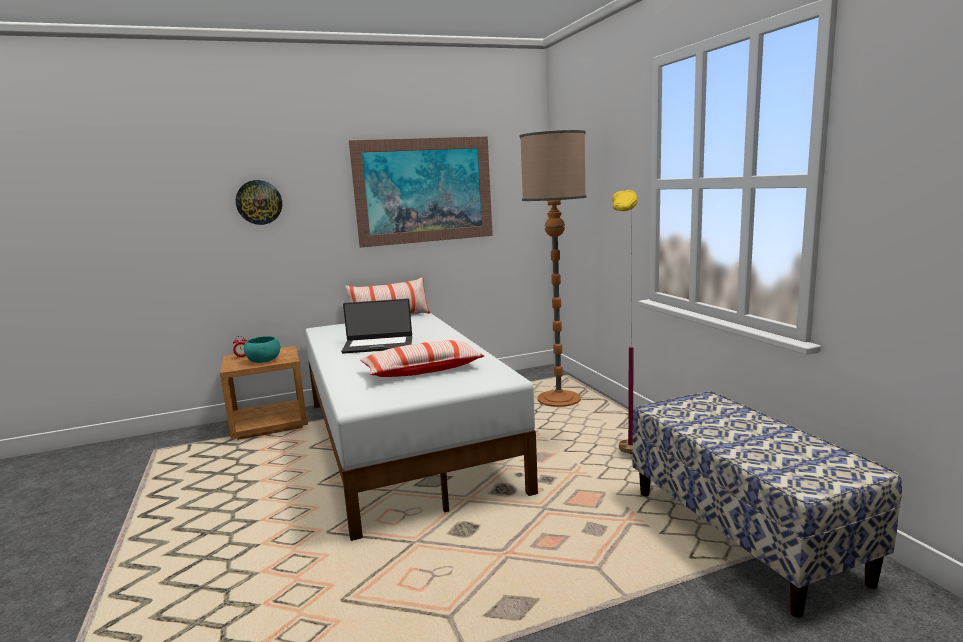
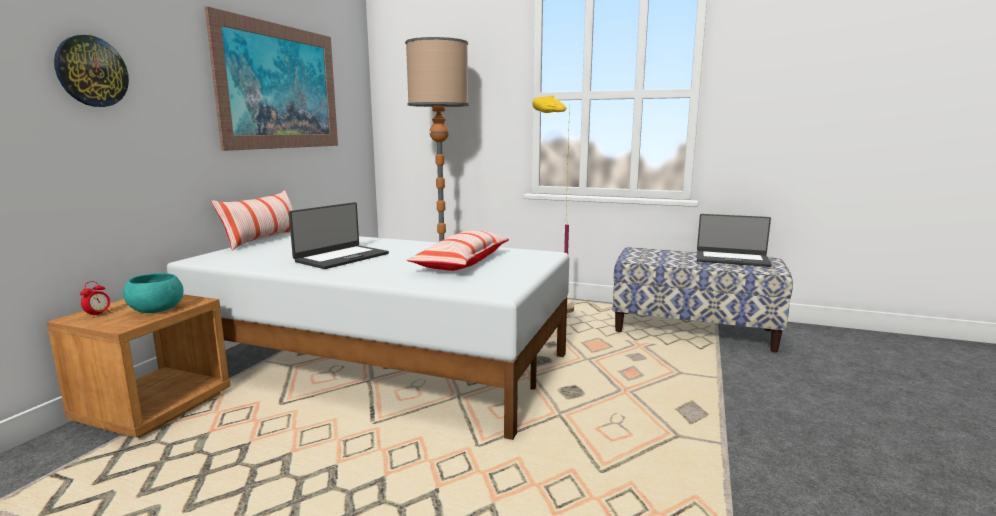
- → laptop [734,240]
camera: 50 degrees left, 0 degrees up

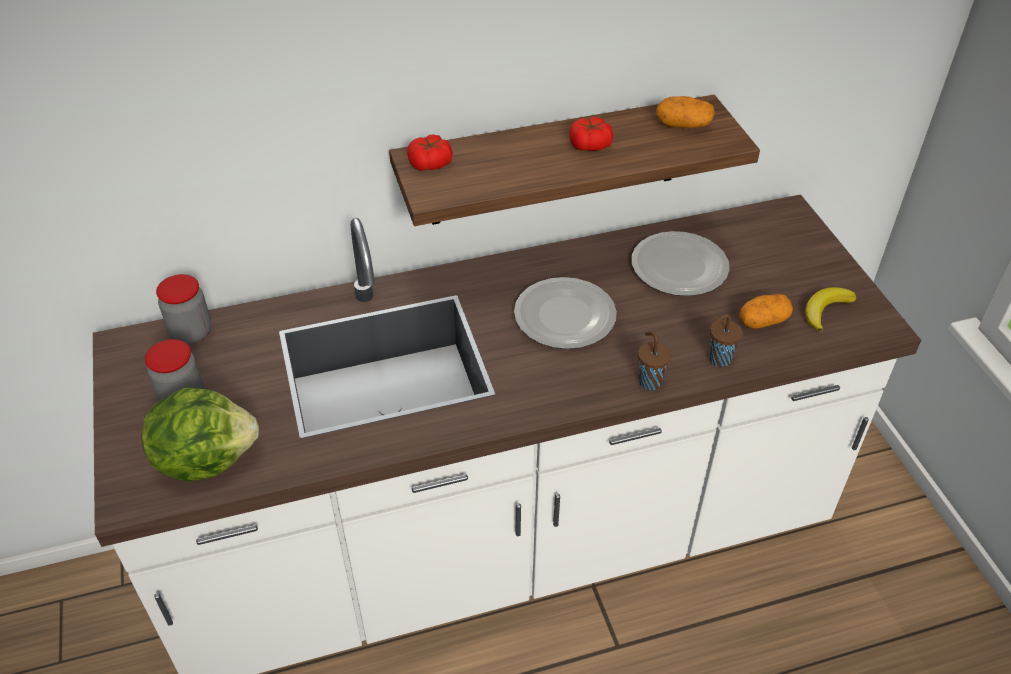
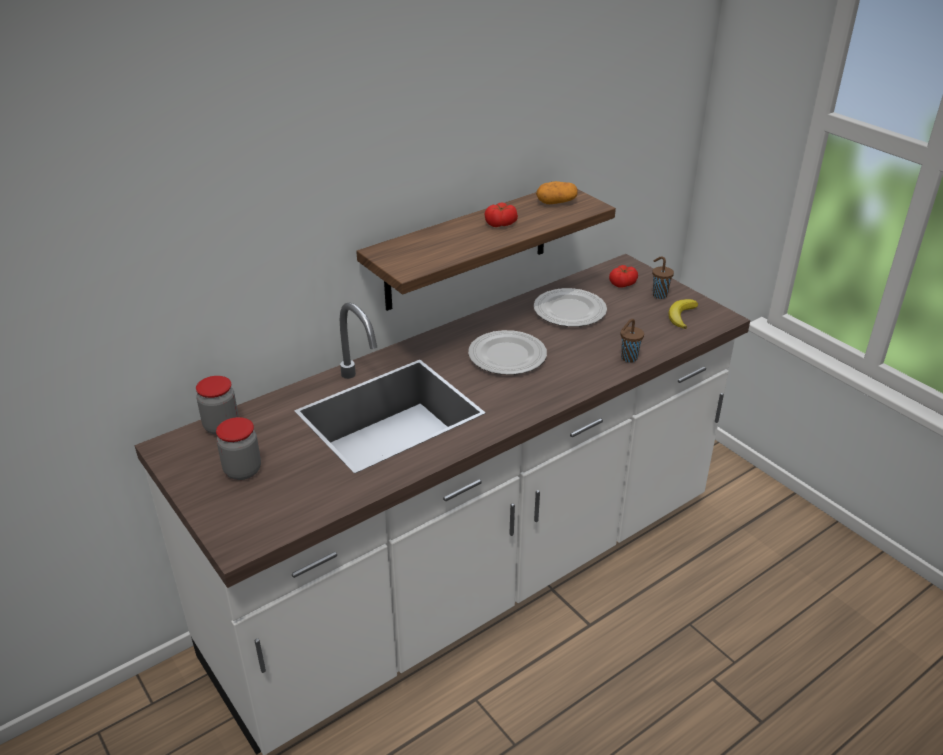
tomato [430,152] → tomato [623,276], moved
cup in brown [654,361] → cup in brown [663,277], moved
lettuce [200,434] → -
potato [766,311] → -
camera: 20 degrees left, 10 degrees down

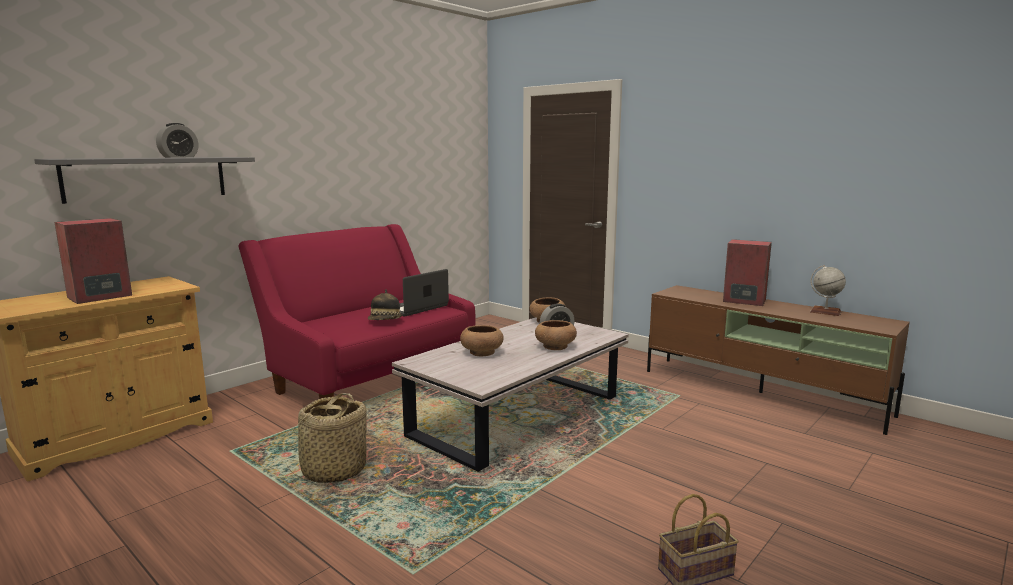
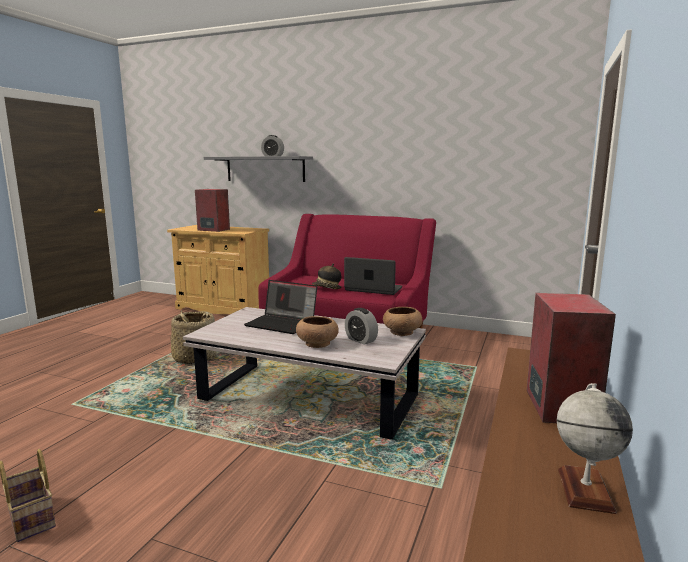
bowl in brown [482,340] → laptop [280,307]
camera: 70 degrees right, 0 degrees up

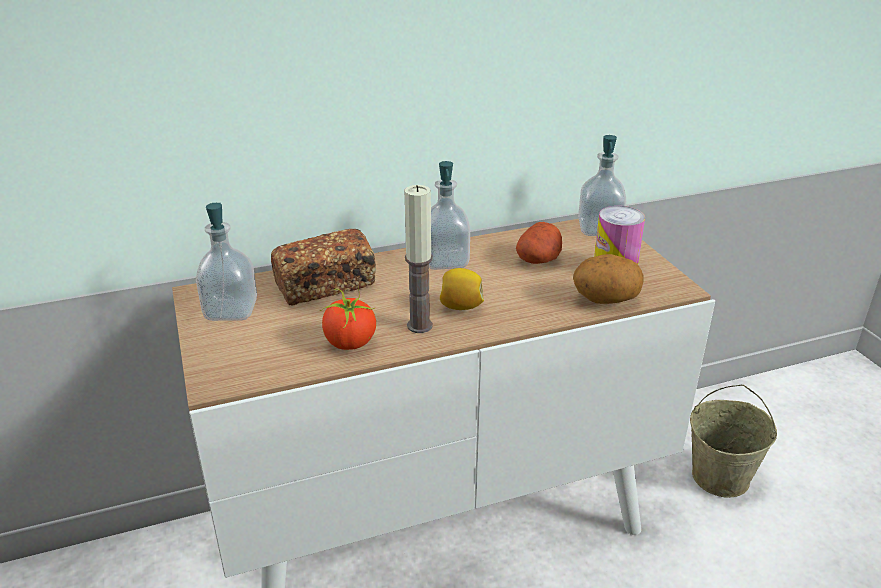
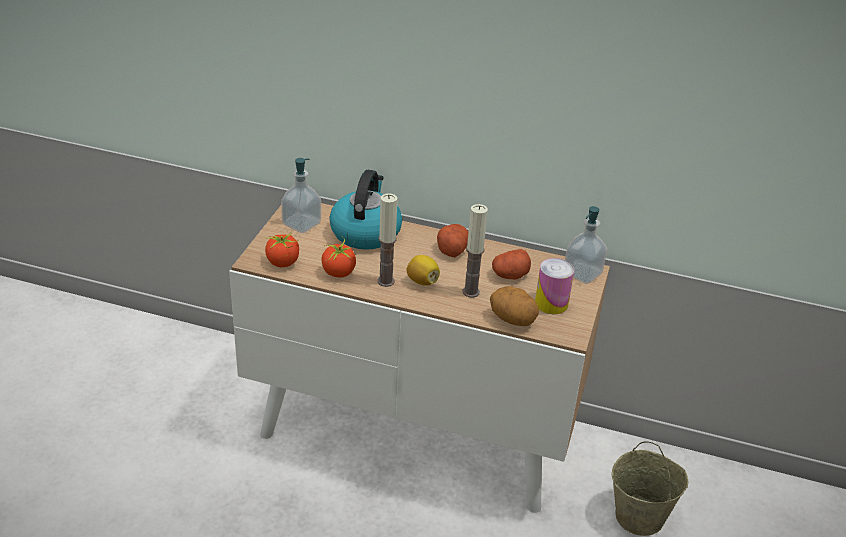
- → tomato [283,249]
bread [323,267] → kettle [365,210]
soap dispenser [449,215] → potato [453,240]
- → candle [475,251]
camera: 35 degrees right, 5 degrees up

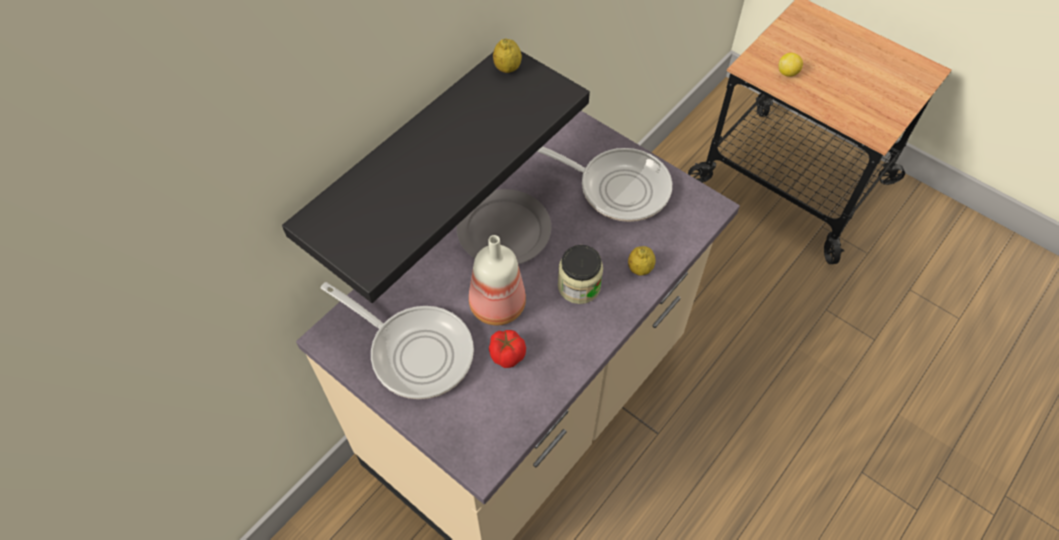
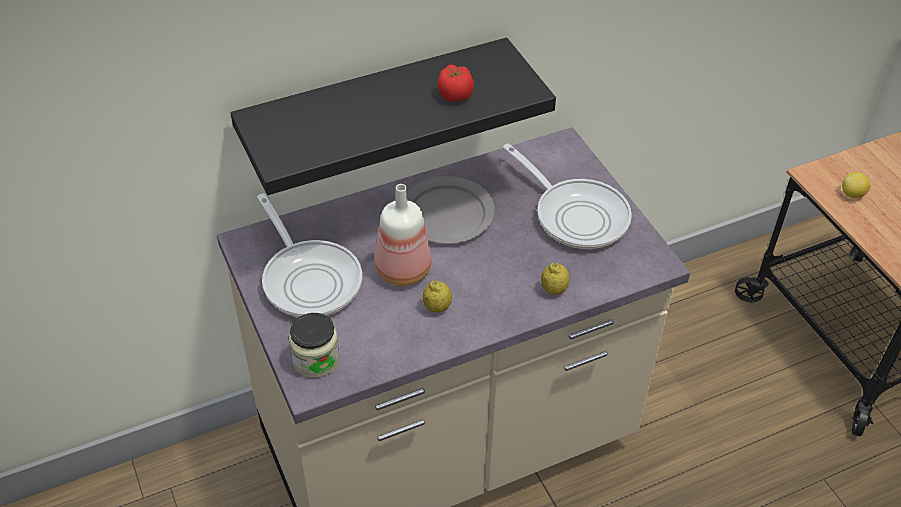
jar [580,274] → jar [314,345], moved
lemon [507,55] → lemon [437,296], moved
tomato [507,349] → tomato [456,83], moved
camera: 25 degrees right, 10 degrees down

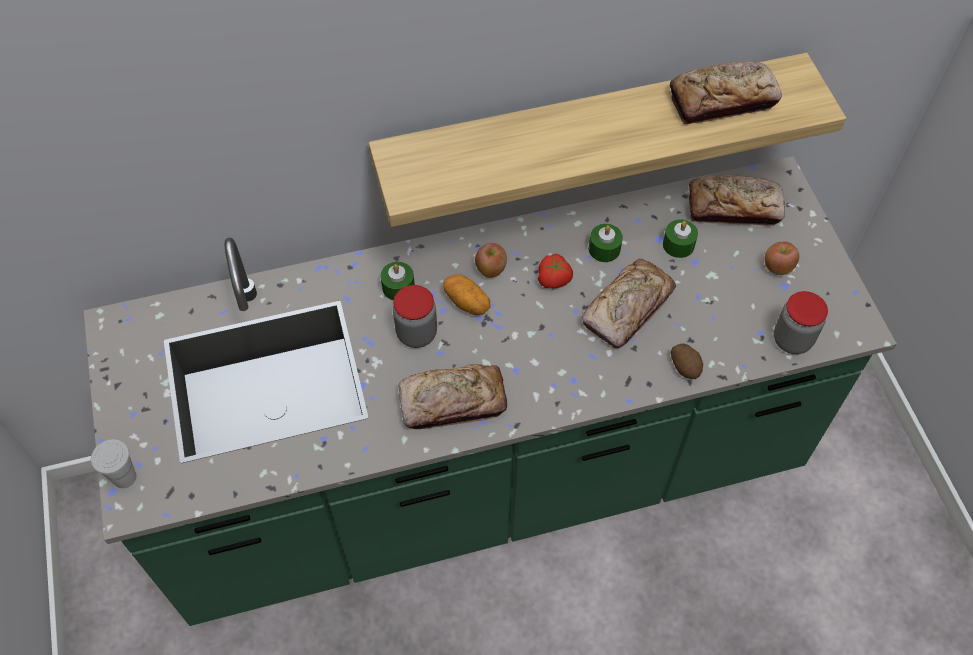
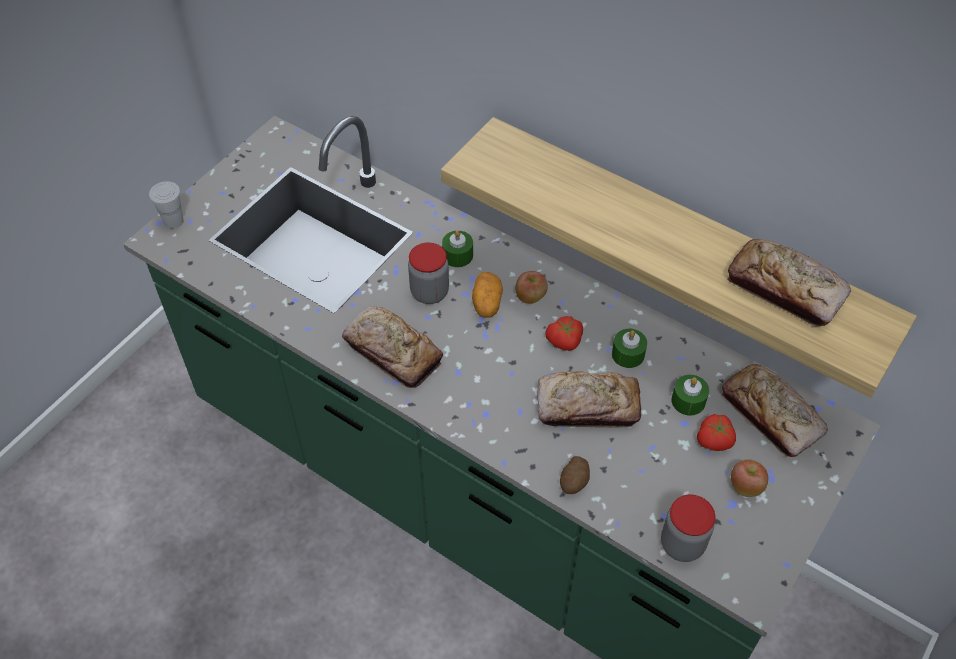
- → tomato [716,432]
camera: 50 degrees right, 5 degrees down

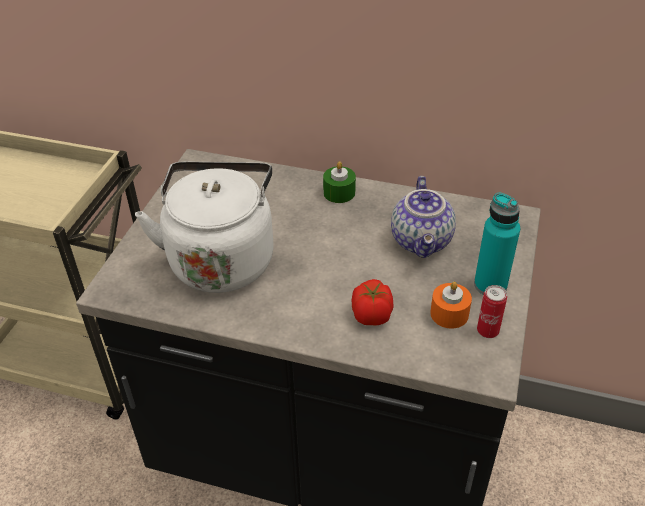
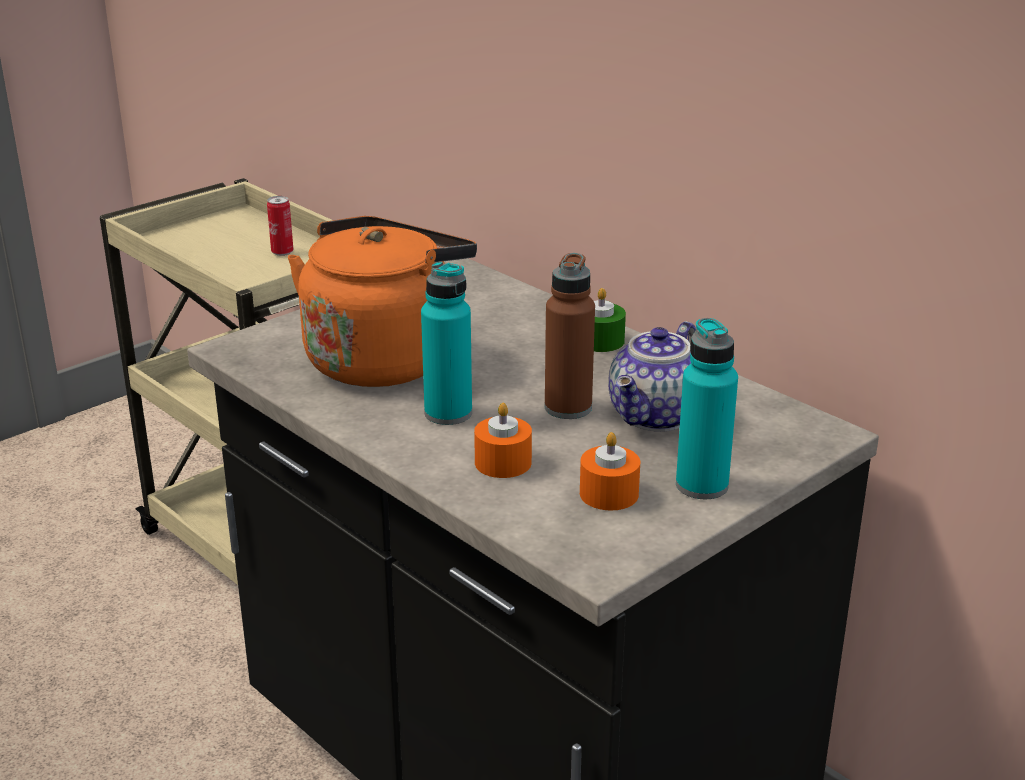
can [492,311] → can [280,226], moved
kettle in white [204,227] → kettle in orange [382,301]
- → bottle in turquoise [446,343]
tomato [373,302] → candle in orange [503,440]
- → bottle in brown [570,336]
camera: 30 degrees right, 15 degrees down

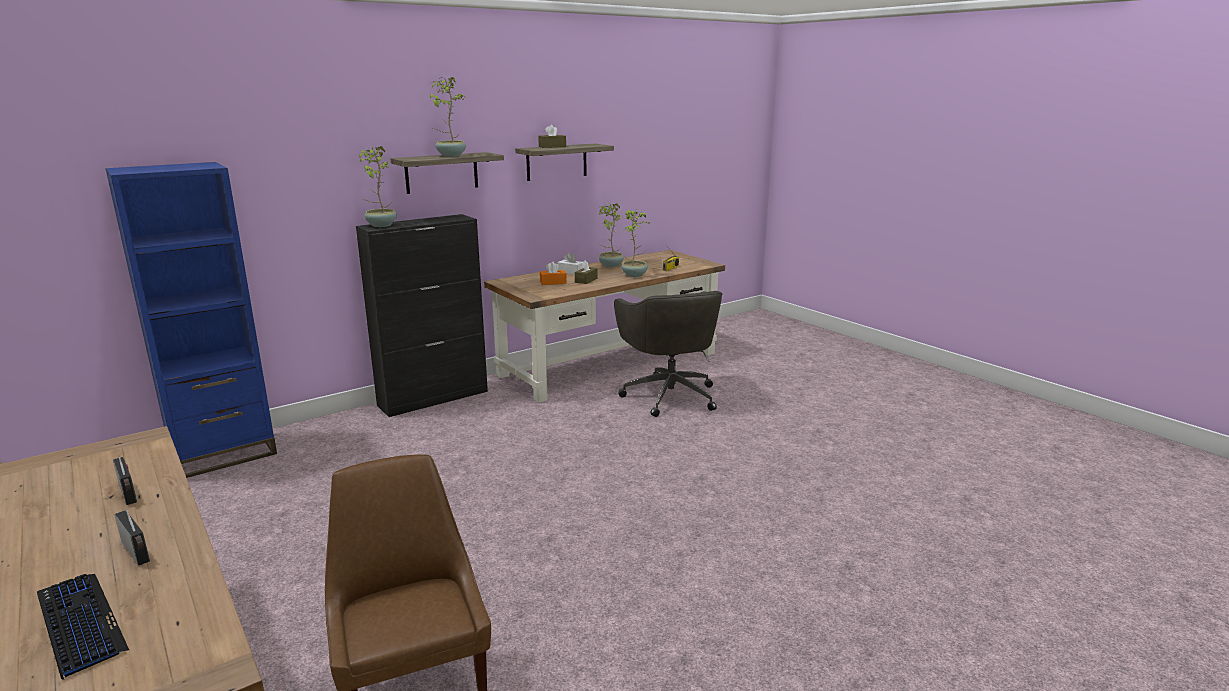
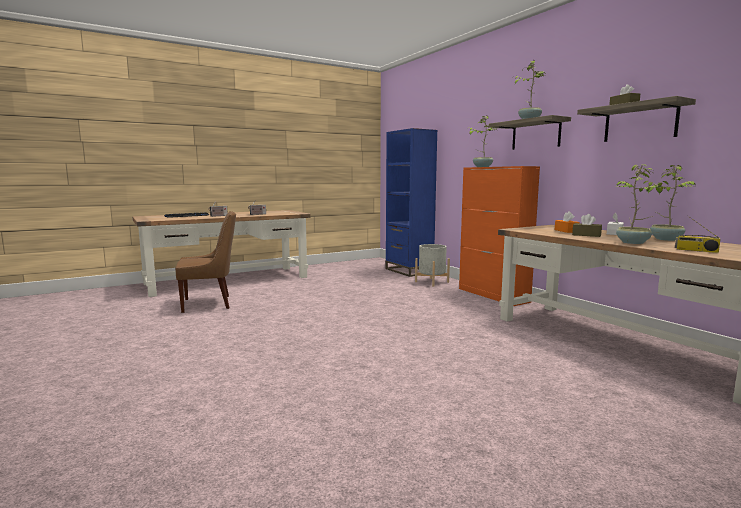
- → planter in grey [432,265]
cabinet in black [422,315] → cabinet in orange [499,236]
office chair in grey [668,354] → -
camera: 95 degrees right, 10 degrees down

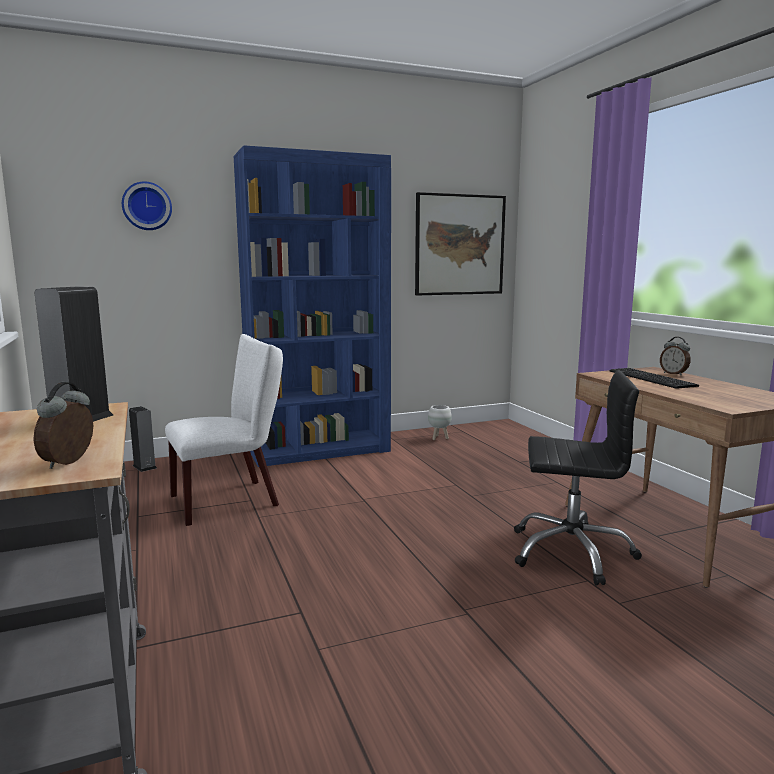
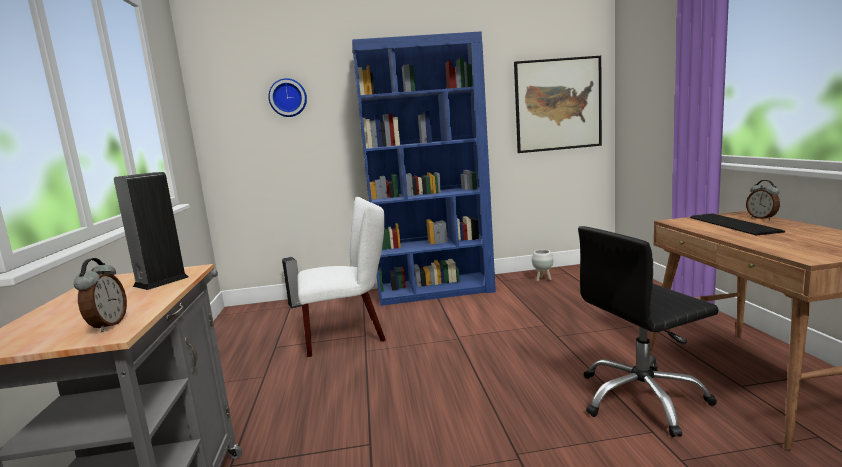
alarm clock [63,425] → alarm clock [100,295], 150 degrees clockwise
office chair in black [578,478] → office chair in black [648,331], 135 degrees clockwise
camera: 15 degrees right, 0 degrees up

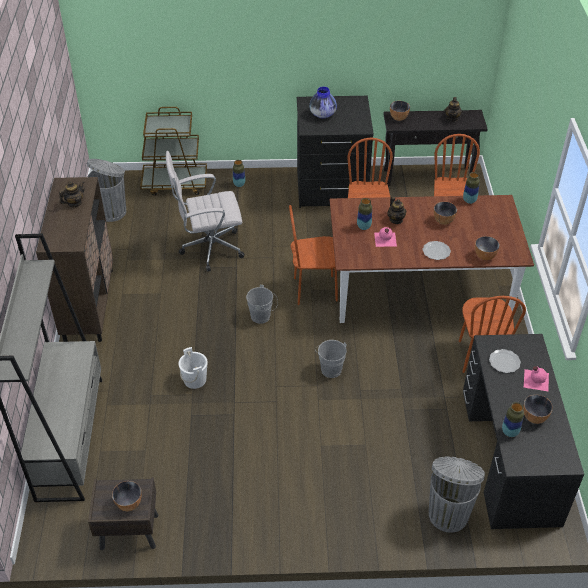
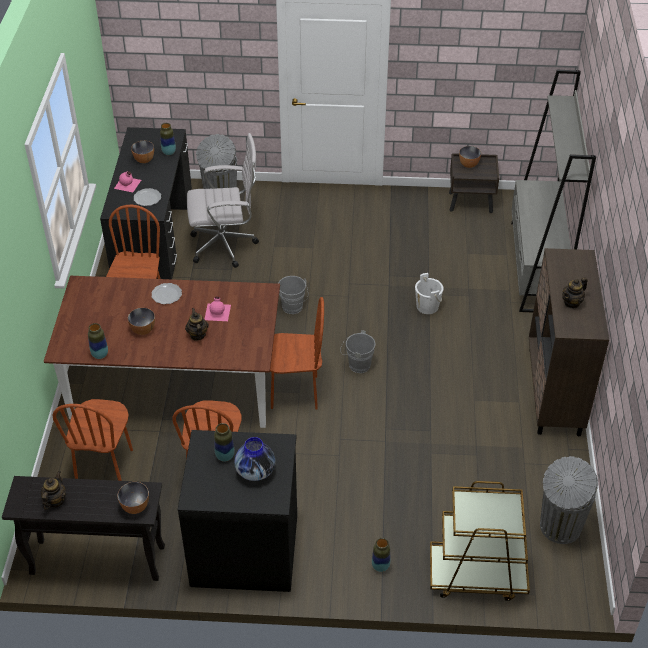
office chair in white [205,211] → office chair in white [223,200], moved
vase [364,214] → vase [224,442], moved
bowl [487,248] → -
camera: 175 degrees left, 0 degrees up

